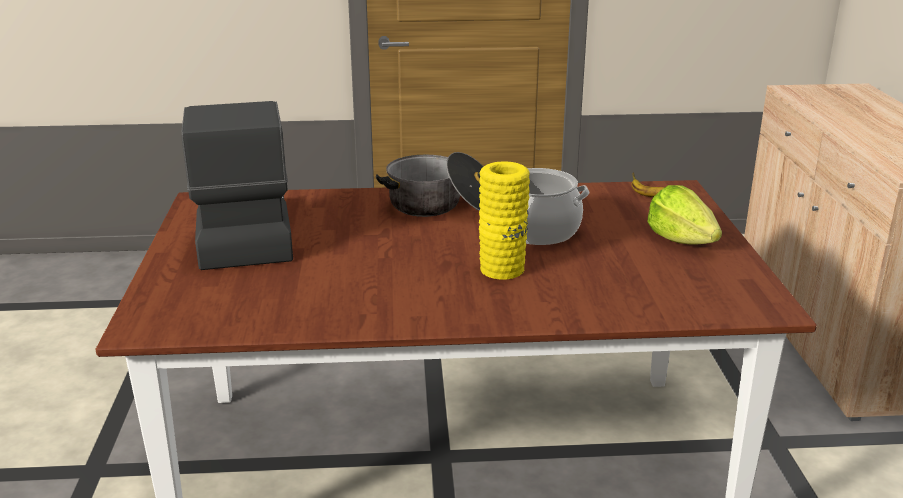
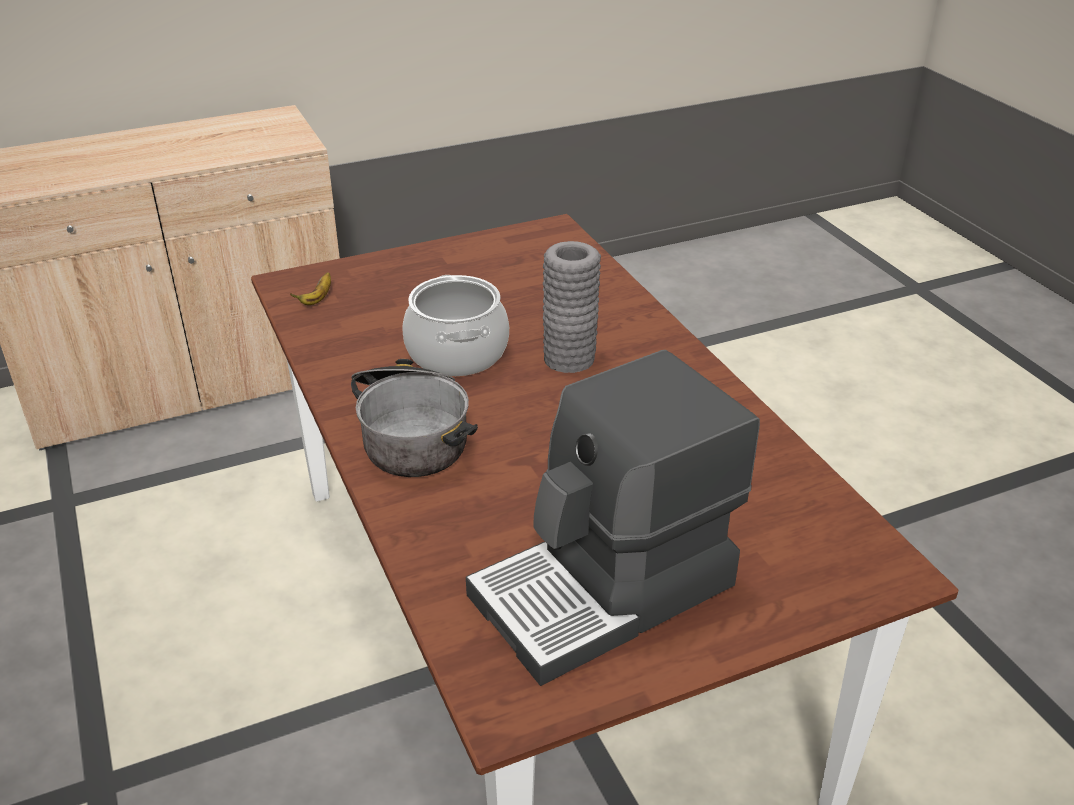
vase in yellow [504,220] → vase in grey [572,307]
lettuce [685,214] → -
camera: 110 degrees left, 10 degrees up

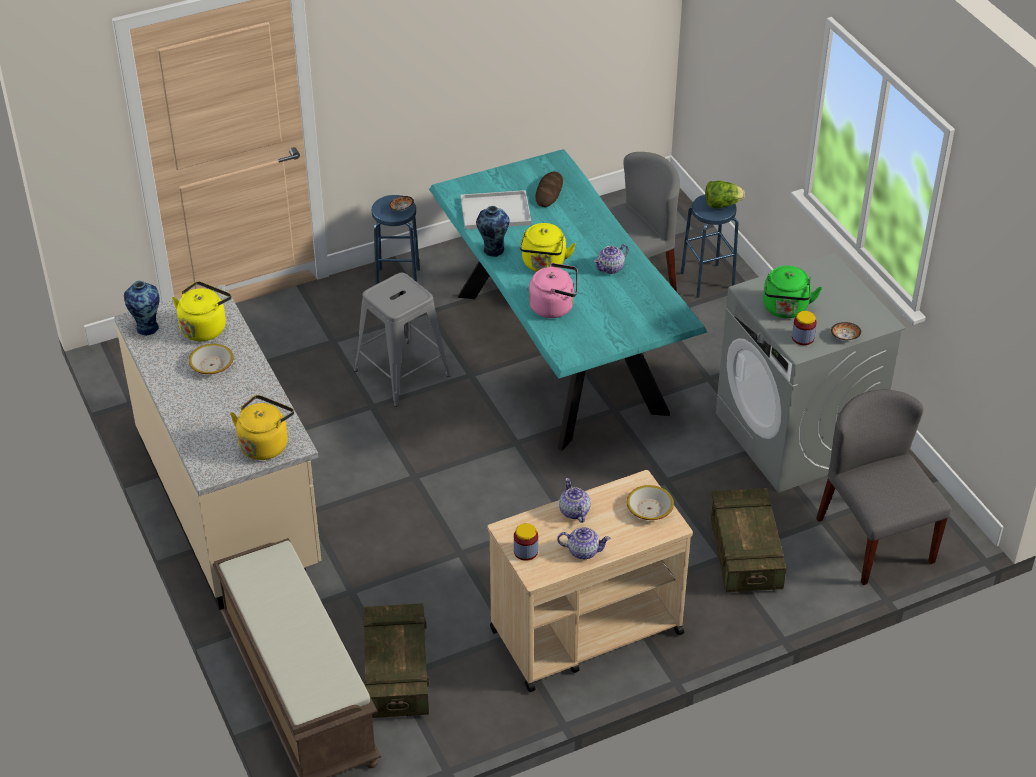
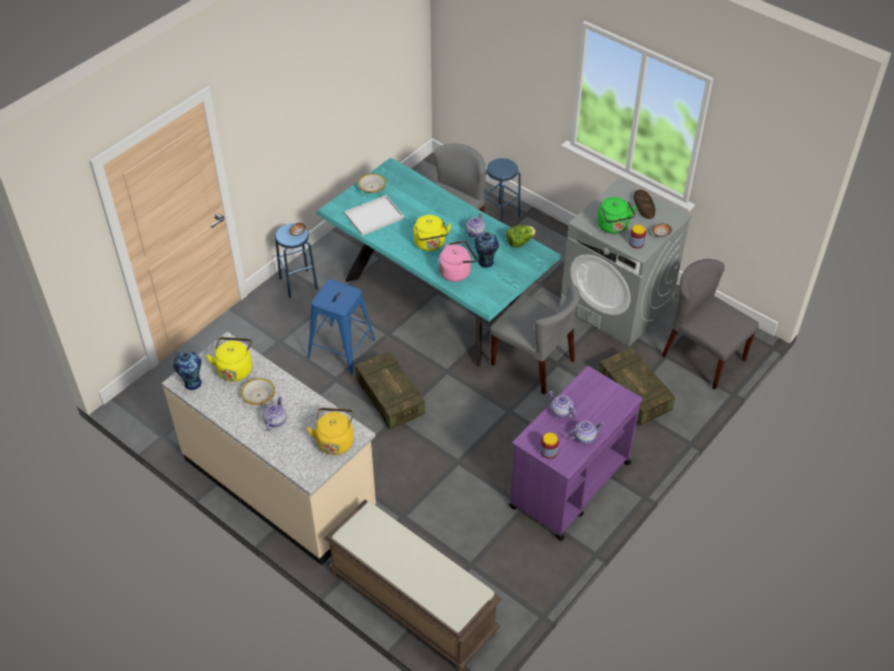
- → teapot [274,414]
stool in grey [402,340] → stool in blue [341,327]
crate [396,660] → crate [390,390], moved
bowl [650,502] → bowl [372,183], moved
vase [493,231] → vase [486,250], moved
- → chair in grey [535,340]
lettuce [725,195] → lettuce [521,236], moved
cart in beige [590,581] → cart in purple [575,453]
bread [549,189] → bread [644,204], moved
camera: 25 degrees left, 5 degrees up

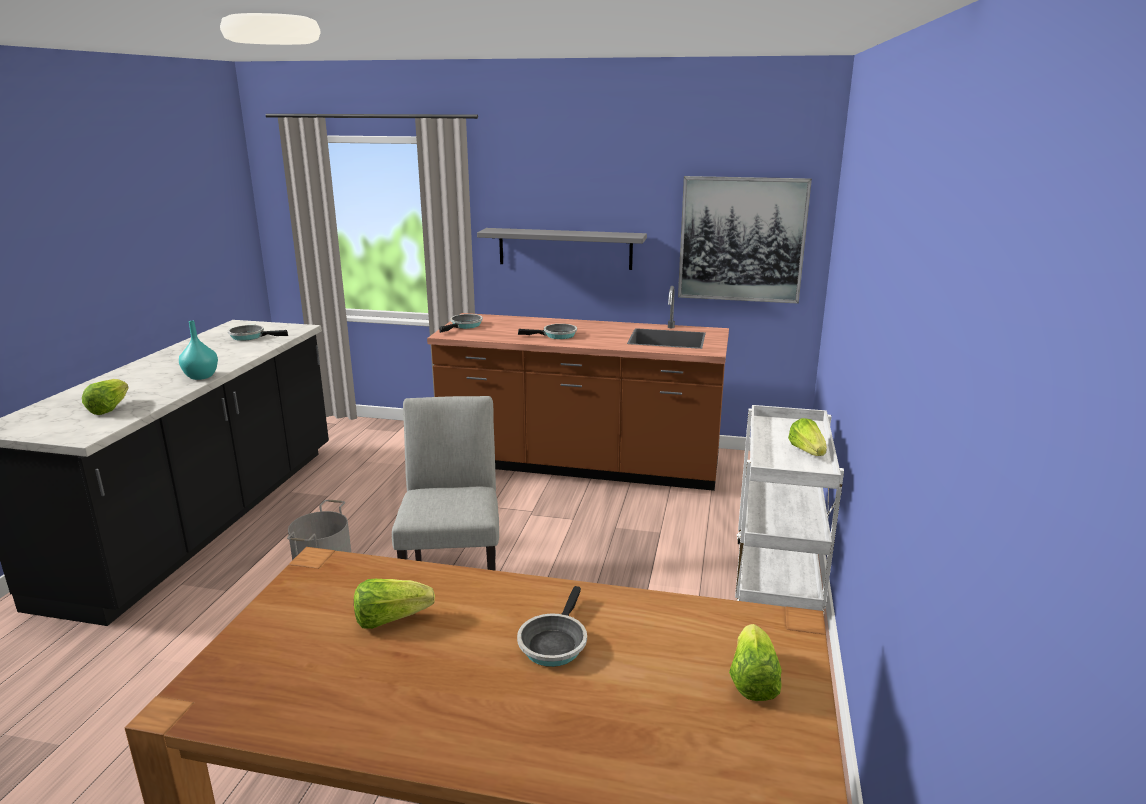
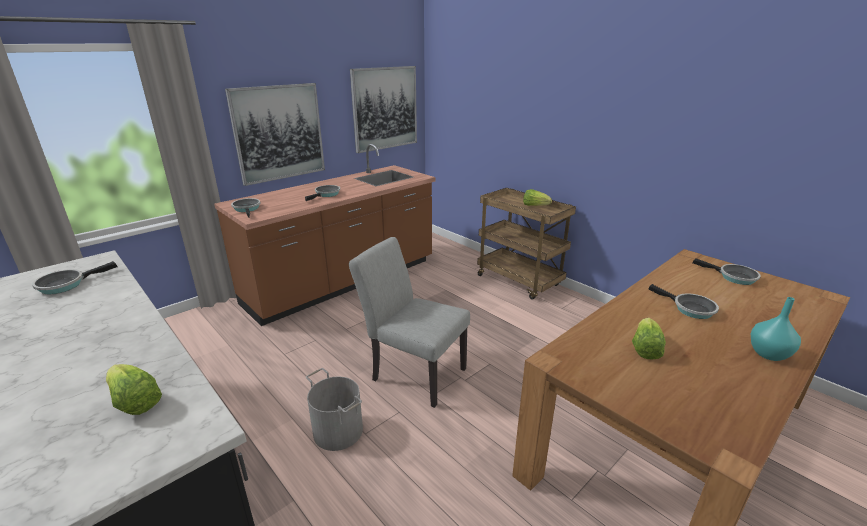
shelf in grey [562,249] → picture [275,134]
cart in white [789,509] → cart in brown [526,244]
lettuce [755,662] → frying pan [727,271]
vase in turquoise [198,350] → vase in turquoise [776,329], moved
camera: 55 degrees left, 5 degrees up

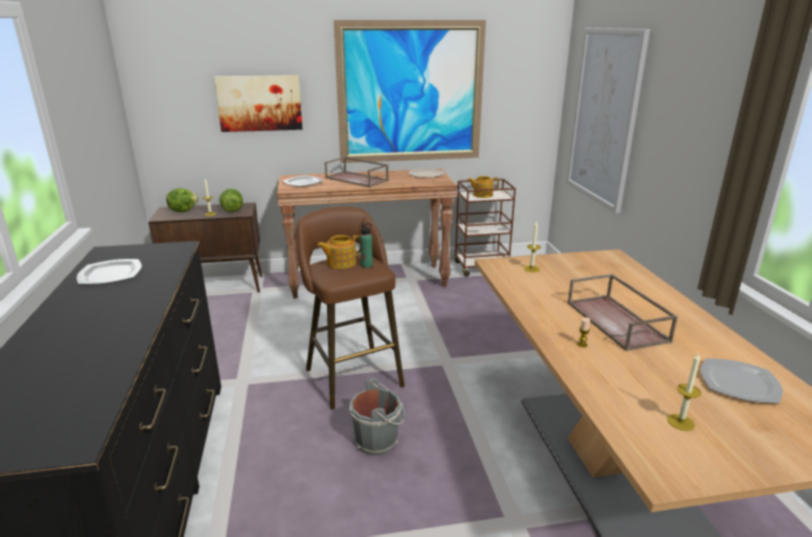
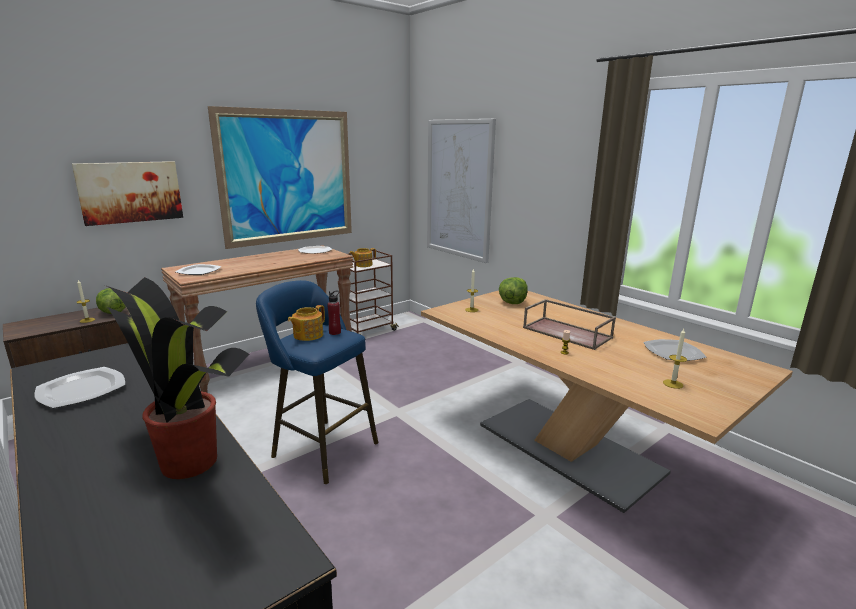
- → potted plant [178,378]
stool in brown [350,308] → stool in blue [317,382]
bottle in green [366,245] → bottle in red [334,312]
lettuce [182,200] → lettuce [513,290], moved
tray in brown [357,172] → -
bucket in grey [377,417] → -
camera: 30 degrees left, 5 degrees down

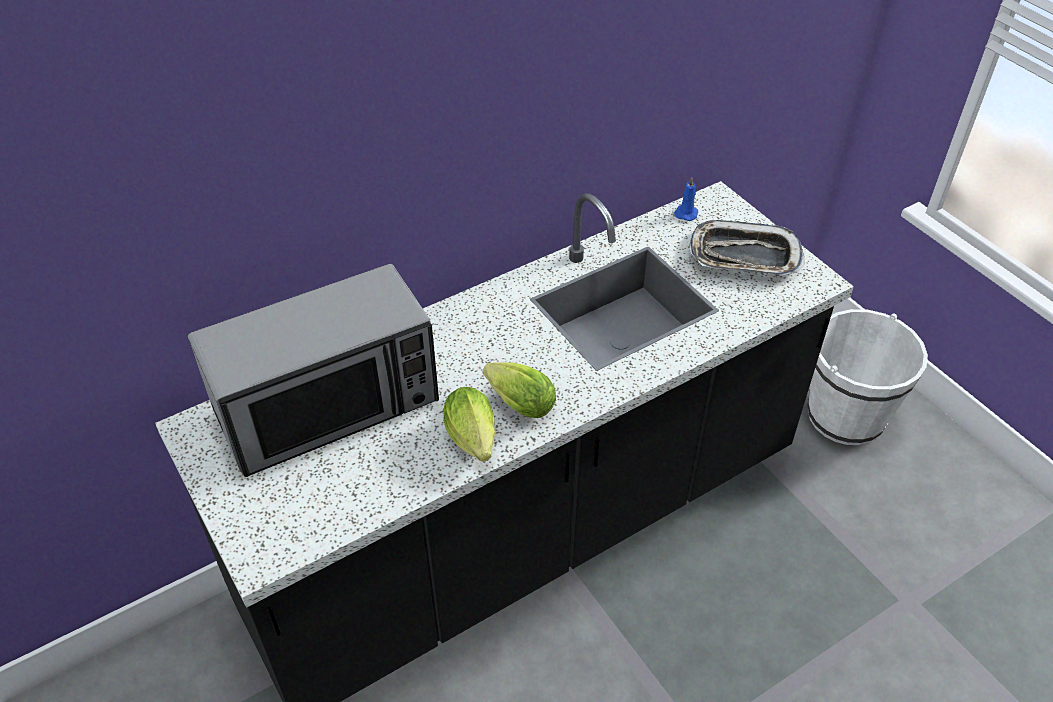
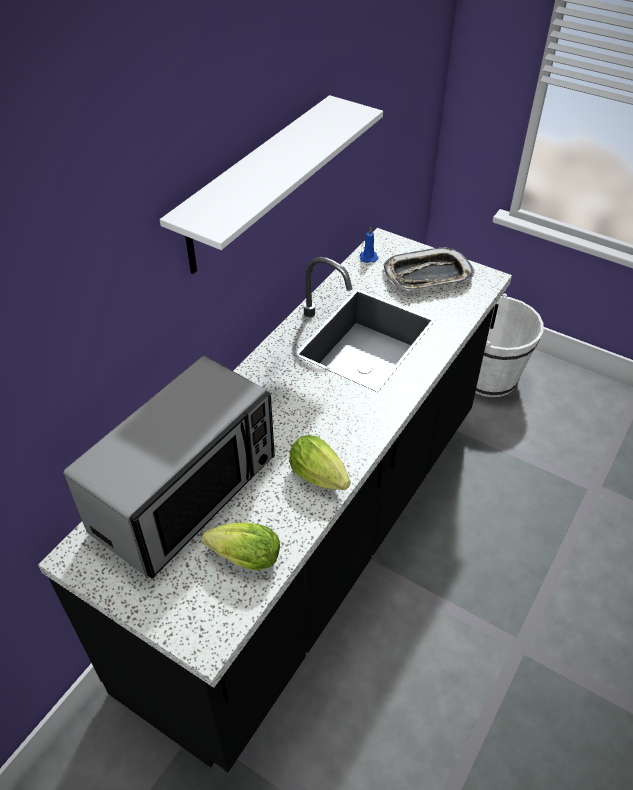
- → shelf in white [271,184]
lettuce [519,390] → lettuce [241,546], moved
camera: 25 degrees left, 0 degrees up

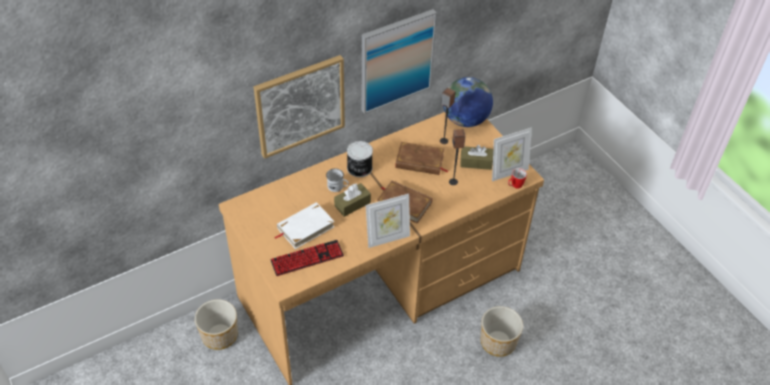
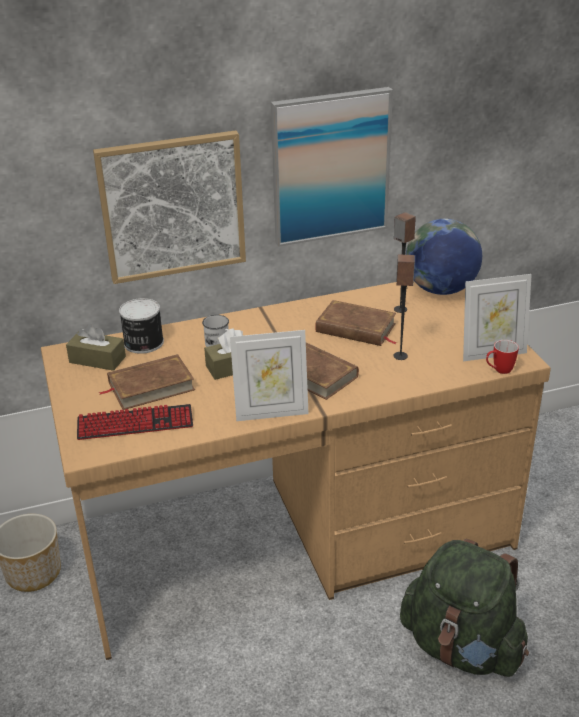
tissue box in brown [476,157] → tissue box in brown [96,347], moved
book in white [305,225] → book in brown [147,382]
can [360,159] → can [141,326], moved
planter [502,331] → backpack in green [464,608]
camera: 15 degrees right, 15 degrees down

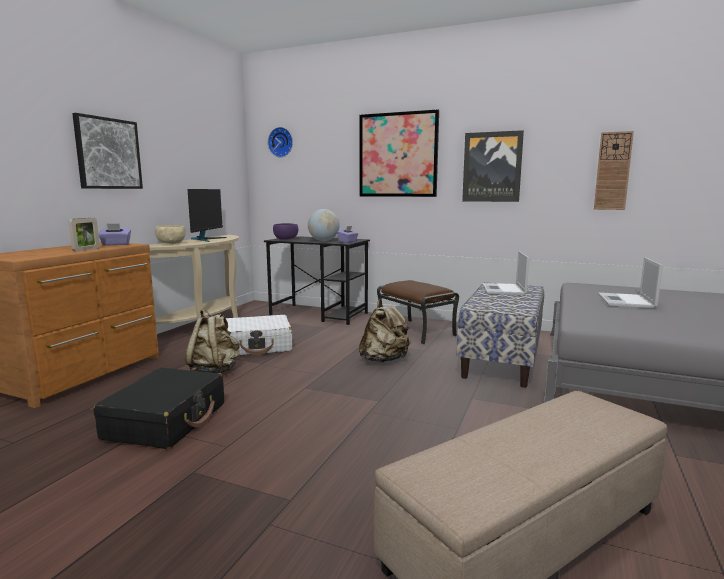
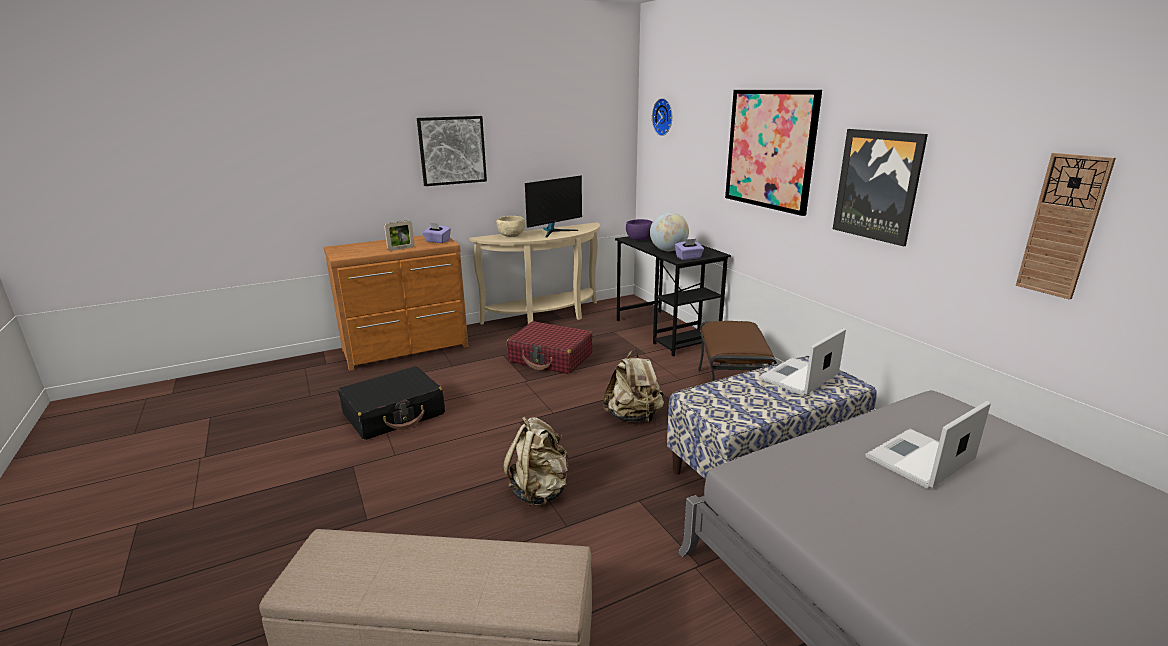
backpack in beige [212,341] → backpack in beige [536,461], moved
suitcase in white [259,335] → suitcase in red [549,347]
camera: 40 degrees right, 10 degrees up

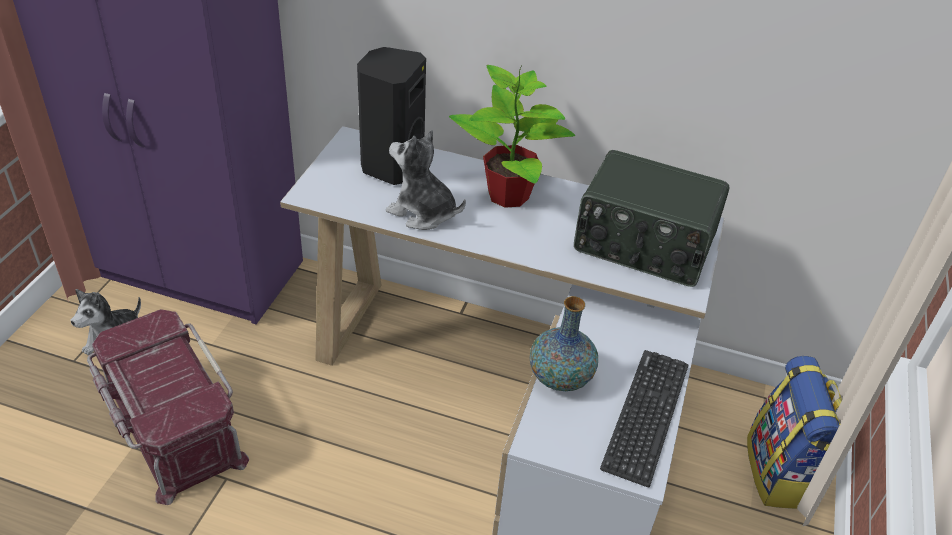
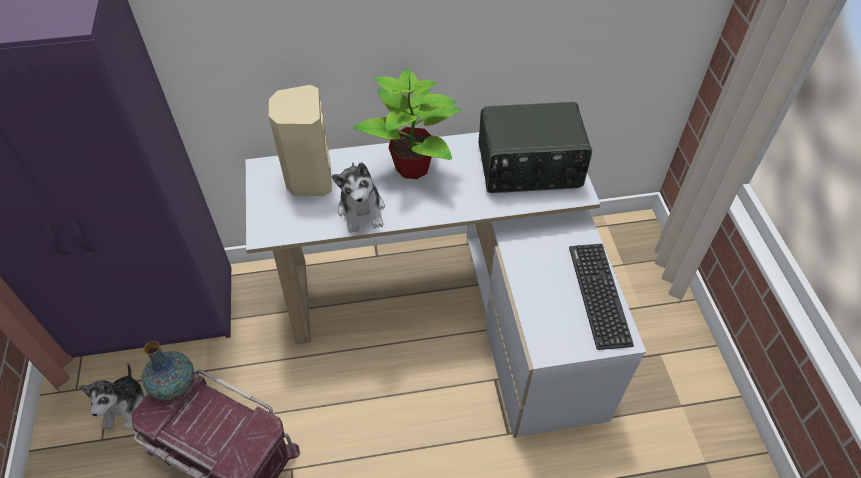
vase [564,343] → vase [168,370], moved
speaker in black [391,116] → speaker in beige [300,140]
plush toy [426,180] → plush toy [358,197], 105 degrees counterclockwise
backpack [794,432] → -
camera: 25 degrees left, 10 degrees up

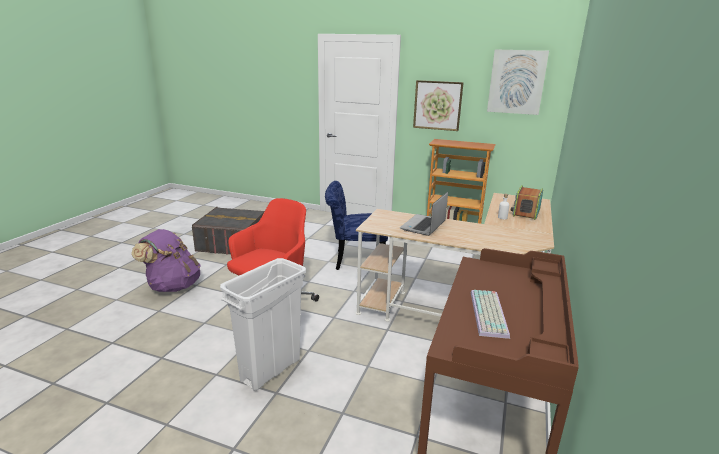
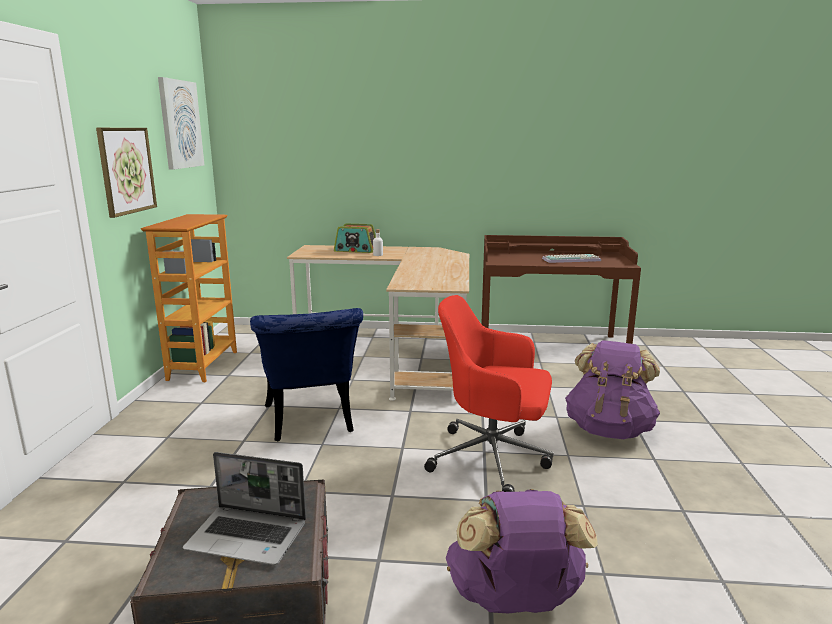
laptop [424,214] → laptop [244,508], moved
trash can in white [263,324] → backpack in purple [612,389]
camera: 105 degrees left, 5 degrees down

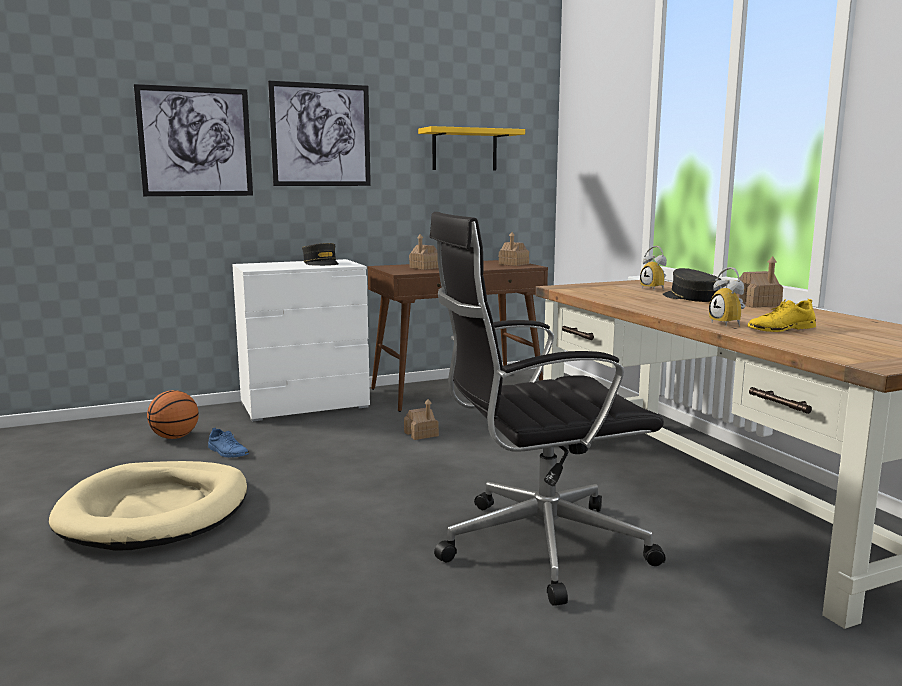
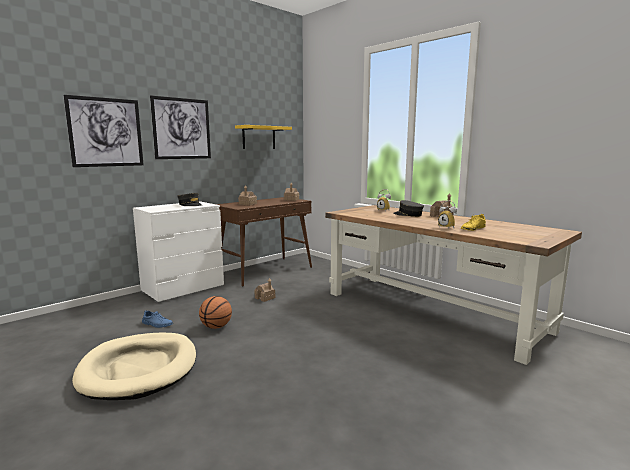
basketball [173,414] → basketball [215,312], moved
office chair in black [547,409] → -
camera: 20 degrees left, 0 degrees up

